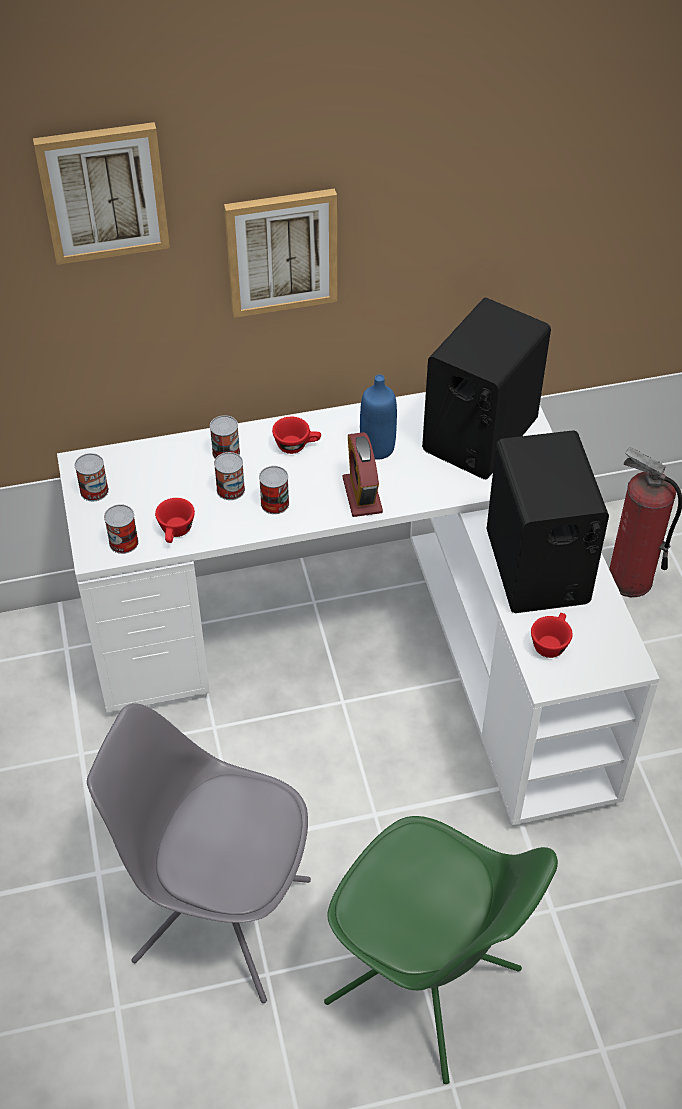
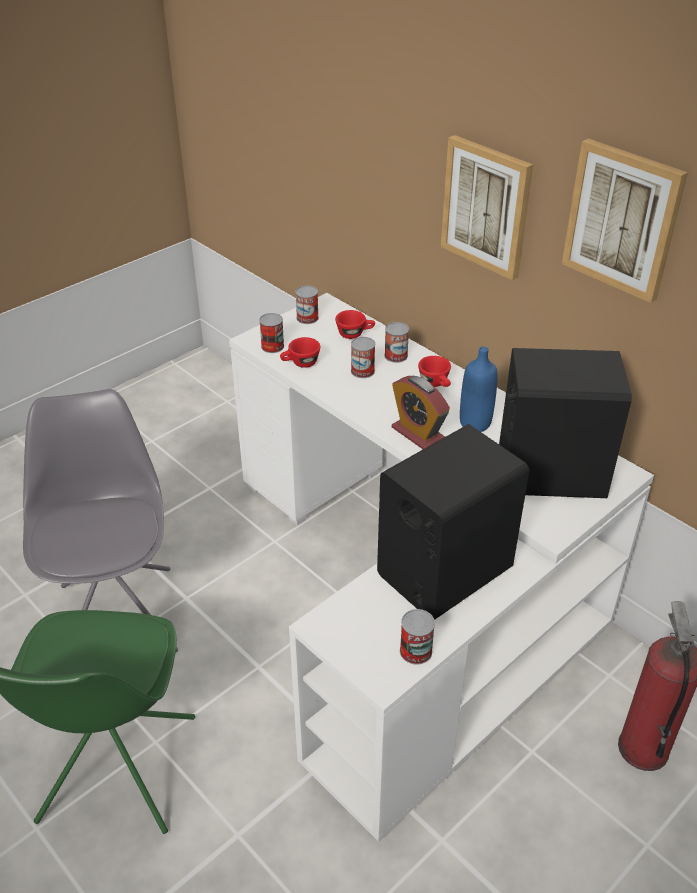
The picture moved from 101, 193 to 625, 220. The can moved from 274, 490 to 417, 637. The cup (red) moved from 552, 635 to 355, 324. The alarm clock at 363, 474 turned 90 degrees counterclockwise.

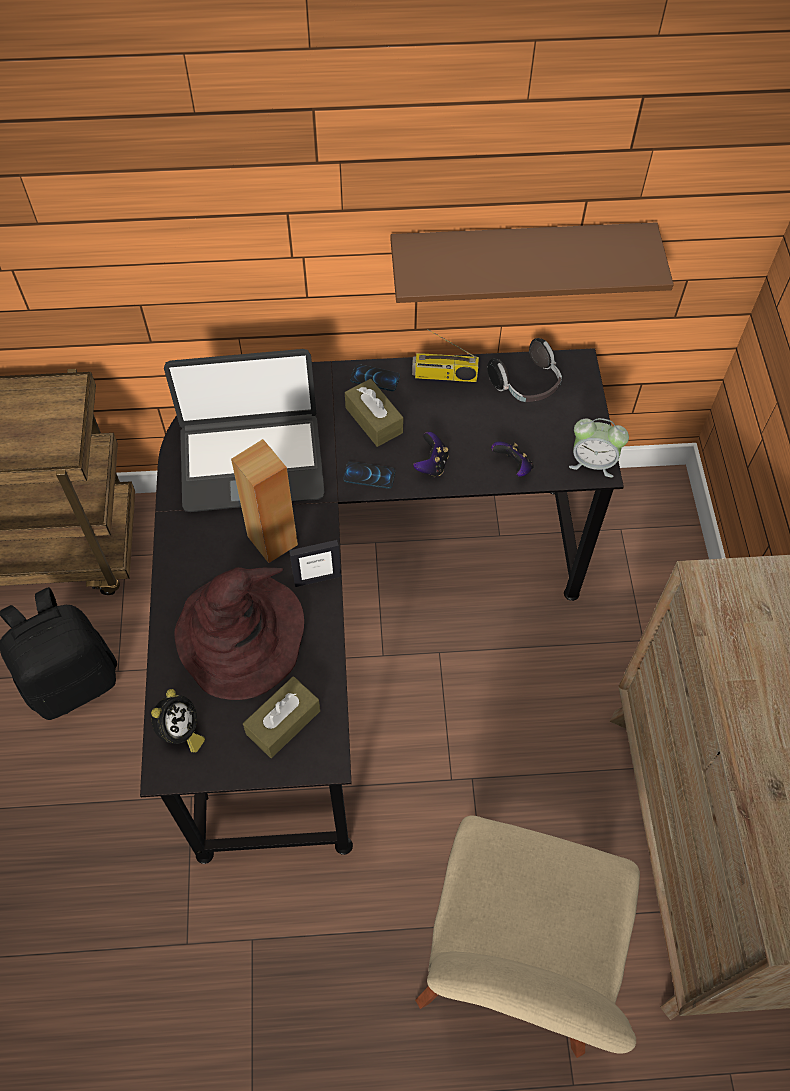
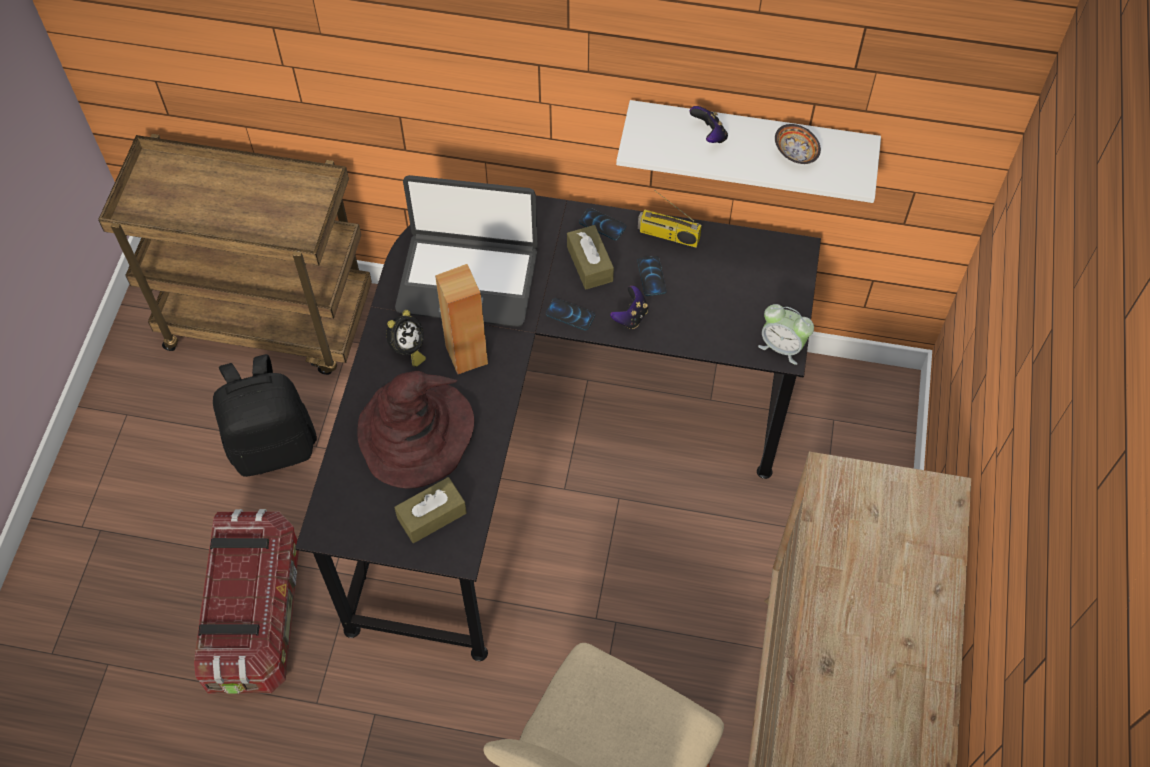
The picture frame at 315, 563 disappeared. The headphones at 524, 370 disappeared. The storage box at 246, 601 appeared. The phone at 651, 276 appeared. The bowl at 798, 144 appeared. The alarm clock moved from 178, 721 to 406, 338. The game controller moved from 512, 459 to 708, 124. The shelf (brown) at 532, 262 became the shelf (white) at 748, 151.

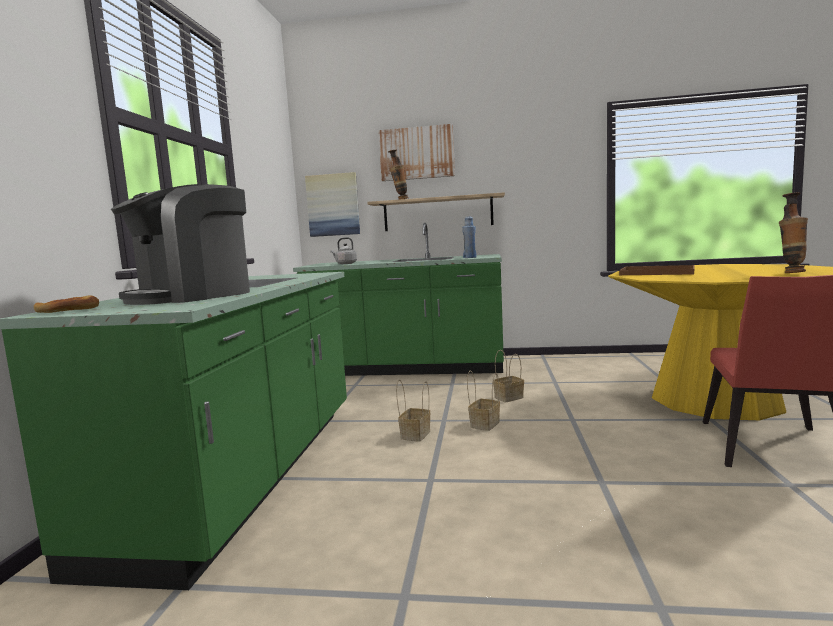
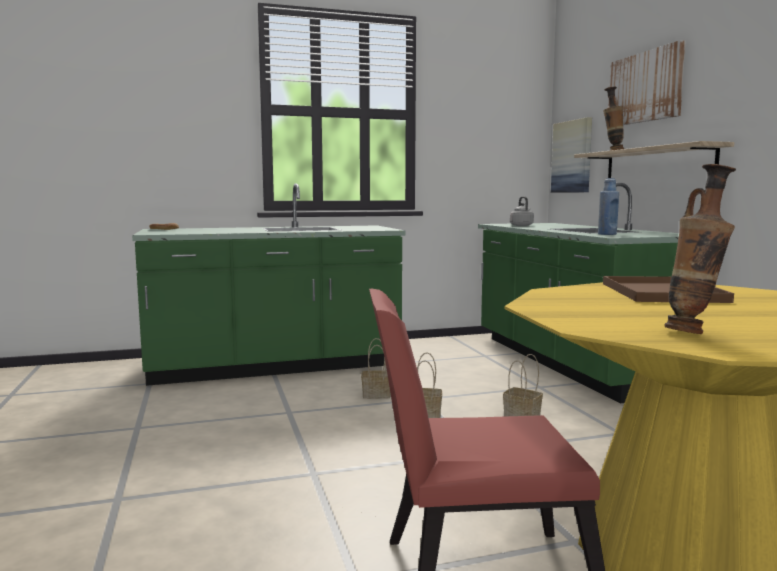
The coffee machine at 180, 244 disappeared.

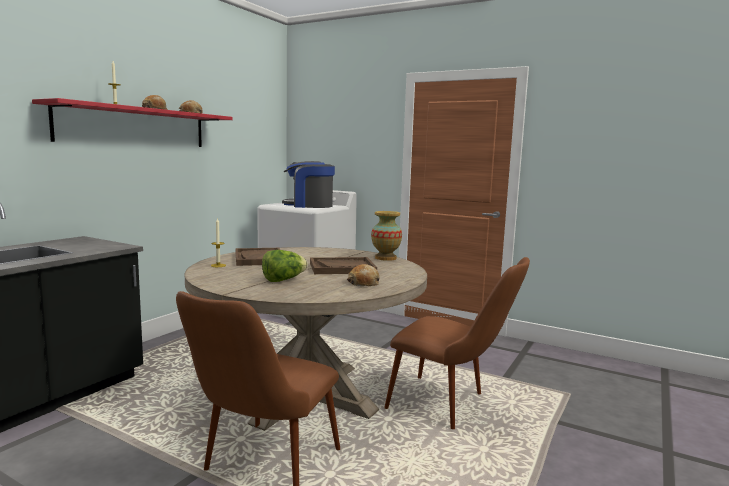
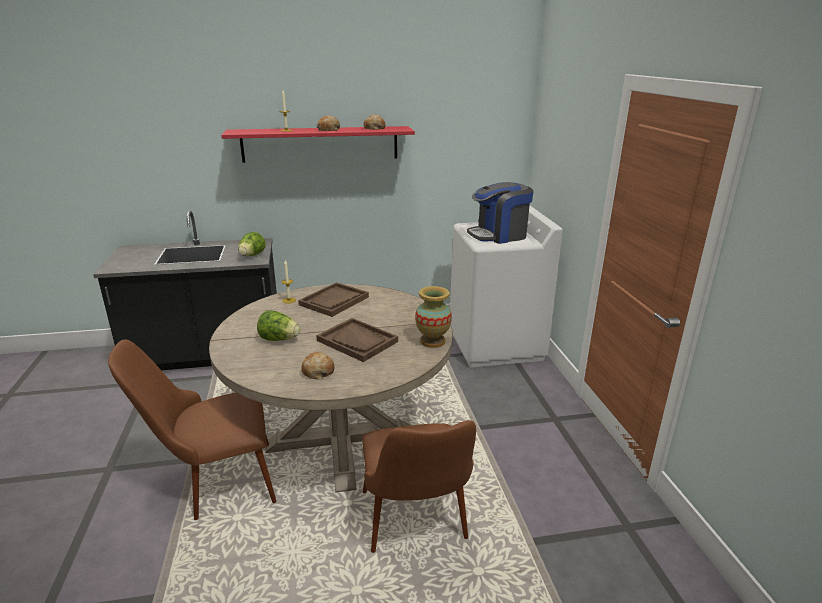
The lettuce at 252, 244 appeared. The coffee machine at 308, 184 turned 75 degrees counterclockwise.

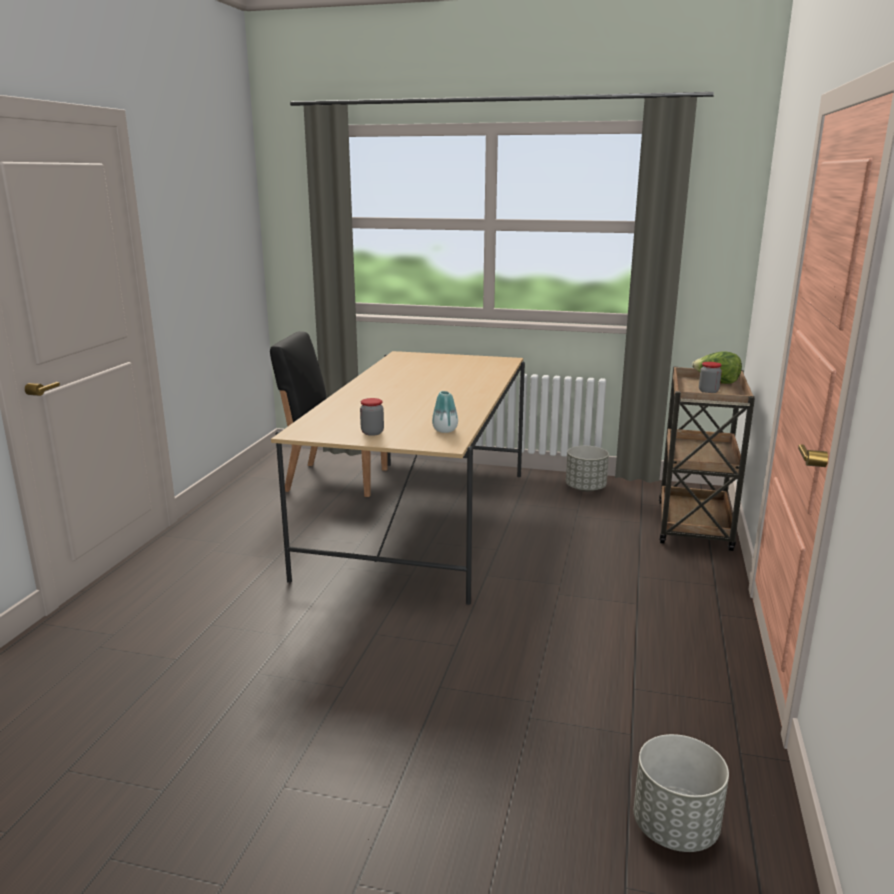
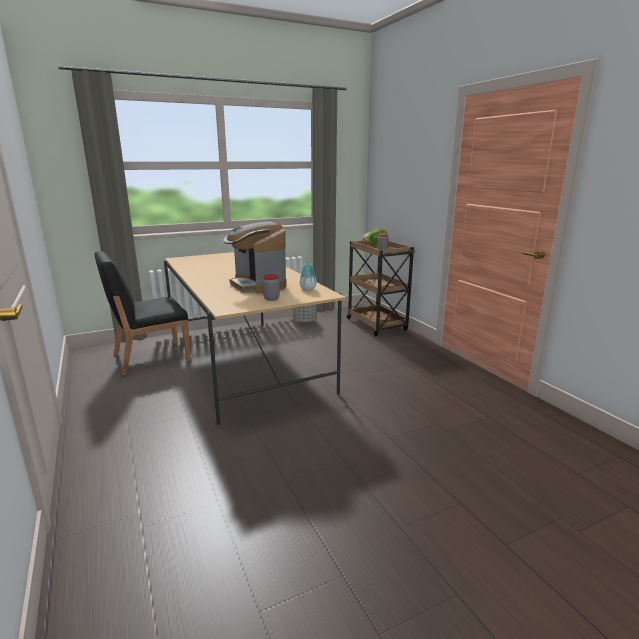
The planter (grey) at 681, 793 disappeared. The coffee machine at 255, 258 appeared.

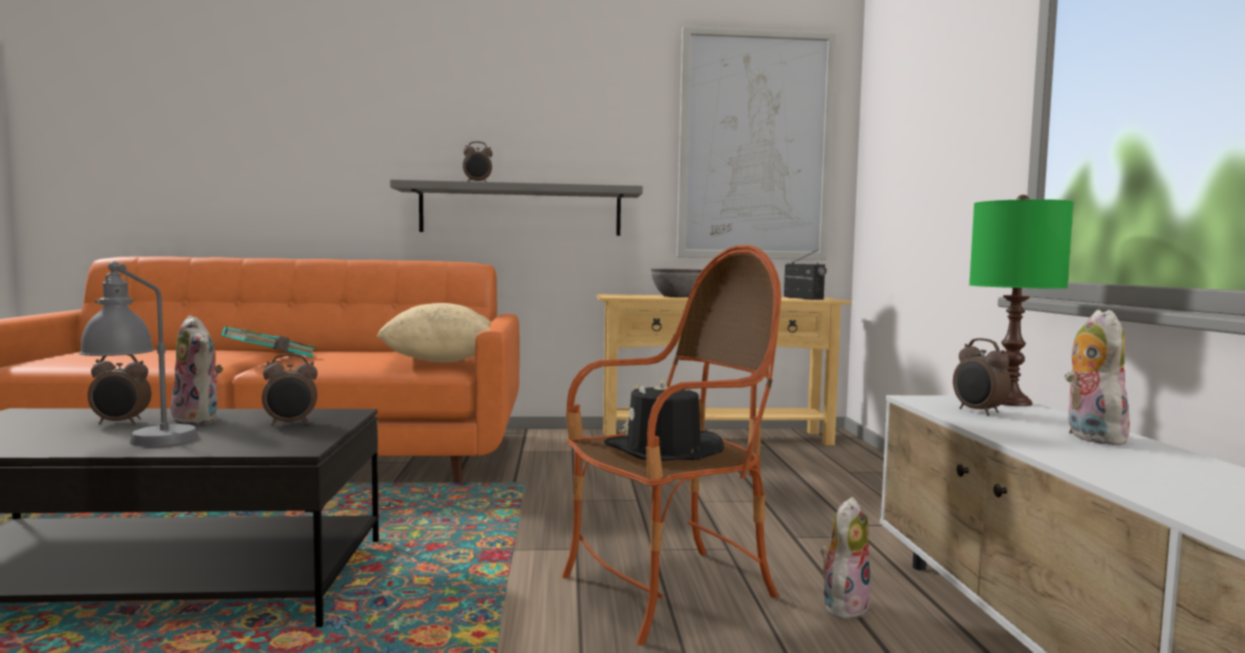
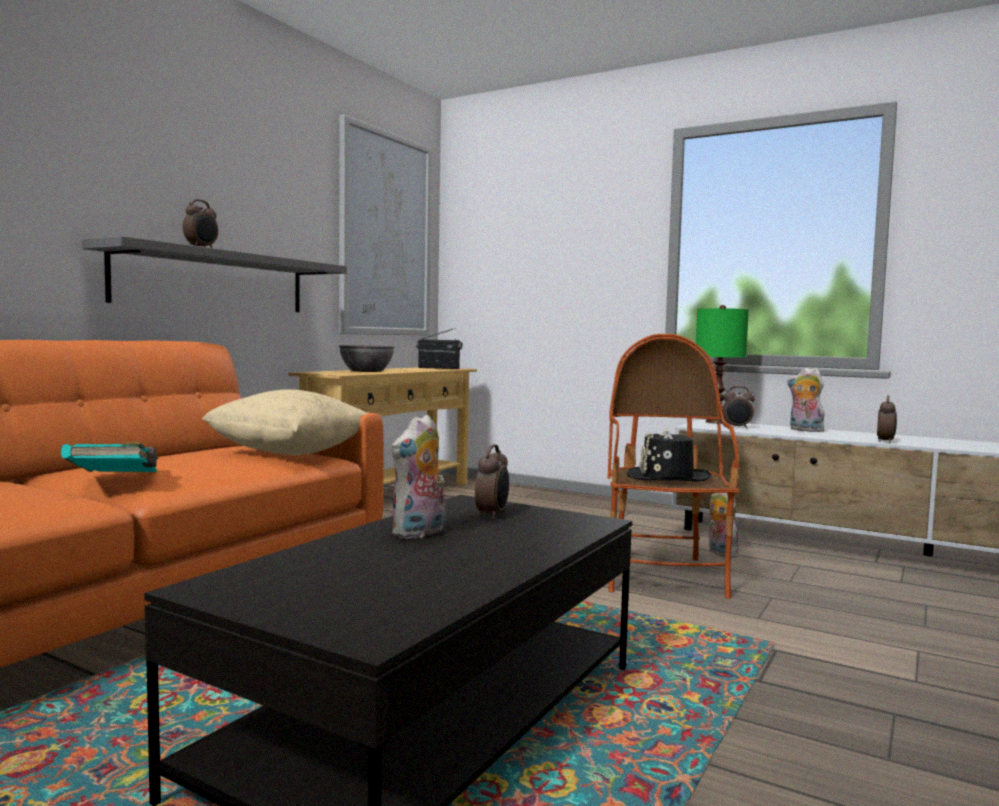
The table lamp (grey) at 139, 353 disappeared. The alarm clock moved from 119, 389 to 887, 419. The plush toy at 197, 370 turned 135 degrees clockwise.

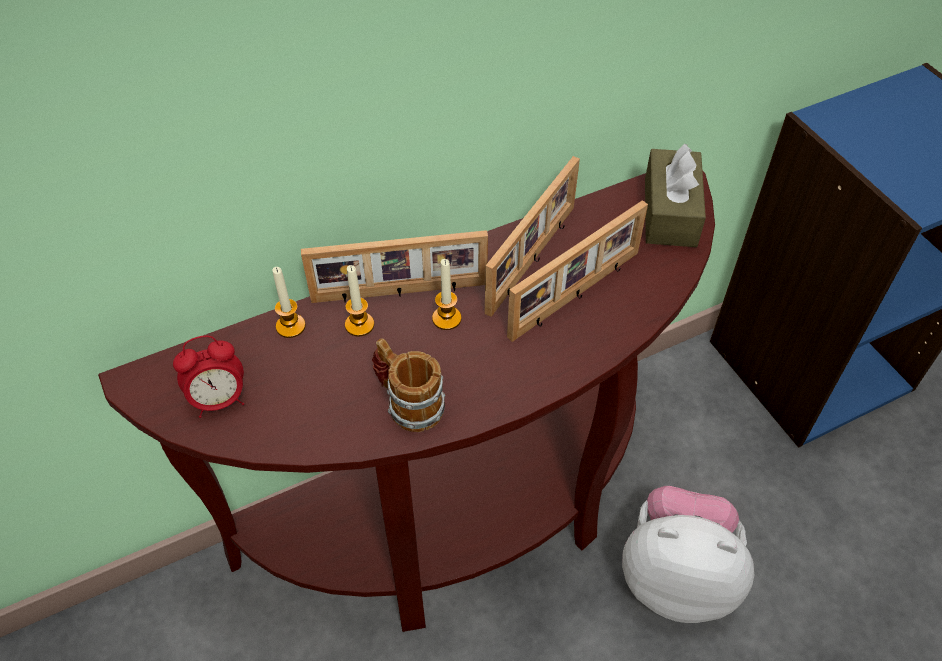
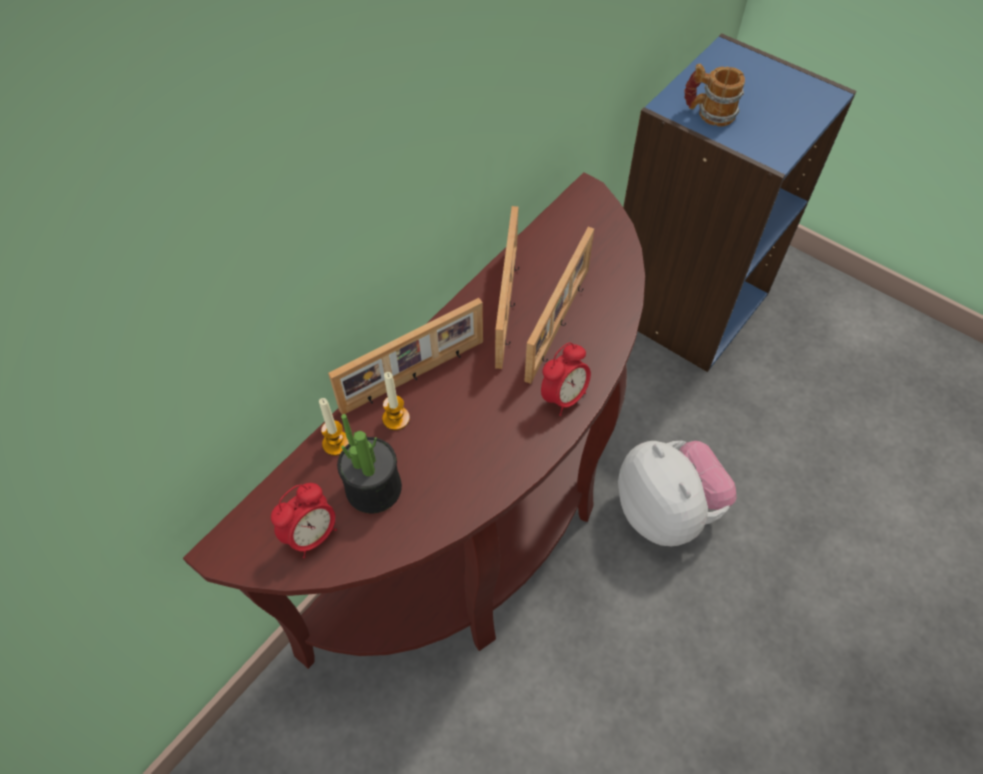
The candle at 446, 294 disappeared. The tissue box (brown) at 675, 195 disappeared. The potted plant at 369, 463 appeared. The alarm clock at 566, 379 appeared. The mug moved from 408, 385 to 714, 95. The plush toy at 688, 554 turned 75 degrees clockwise.

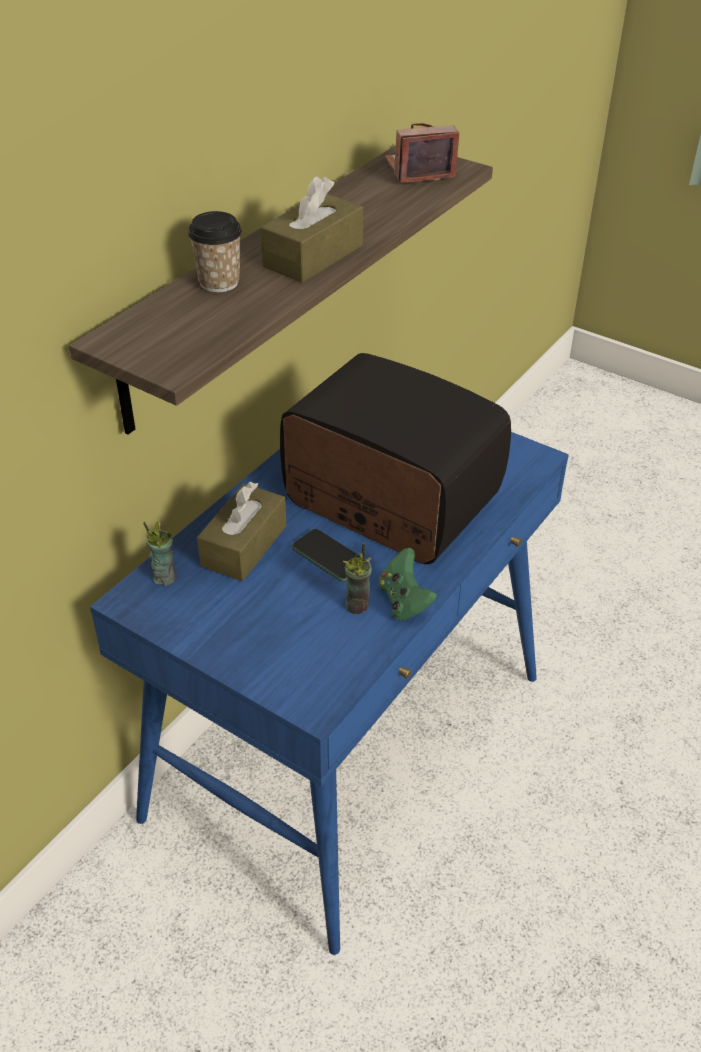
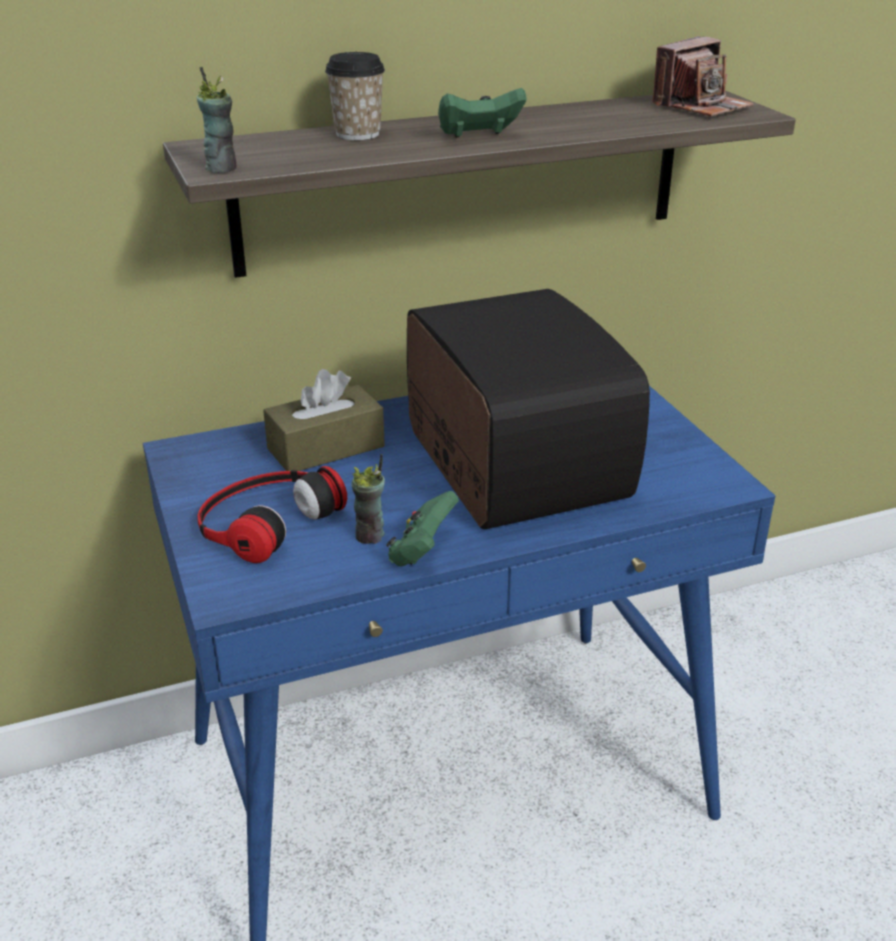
The phone at 325, 555 disappeared. The headphones at 272, 514 appeared. The cup moved from 160, 554 to 217, 120. The tissue box (brown) at 311, 230 was replaced by the game controller (green) at 482, 113. The photo camera at 422, 153 turned 120 degrees clockwise.

